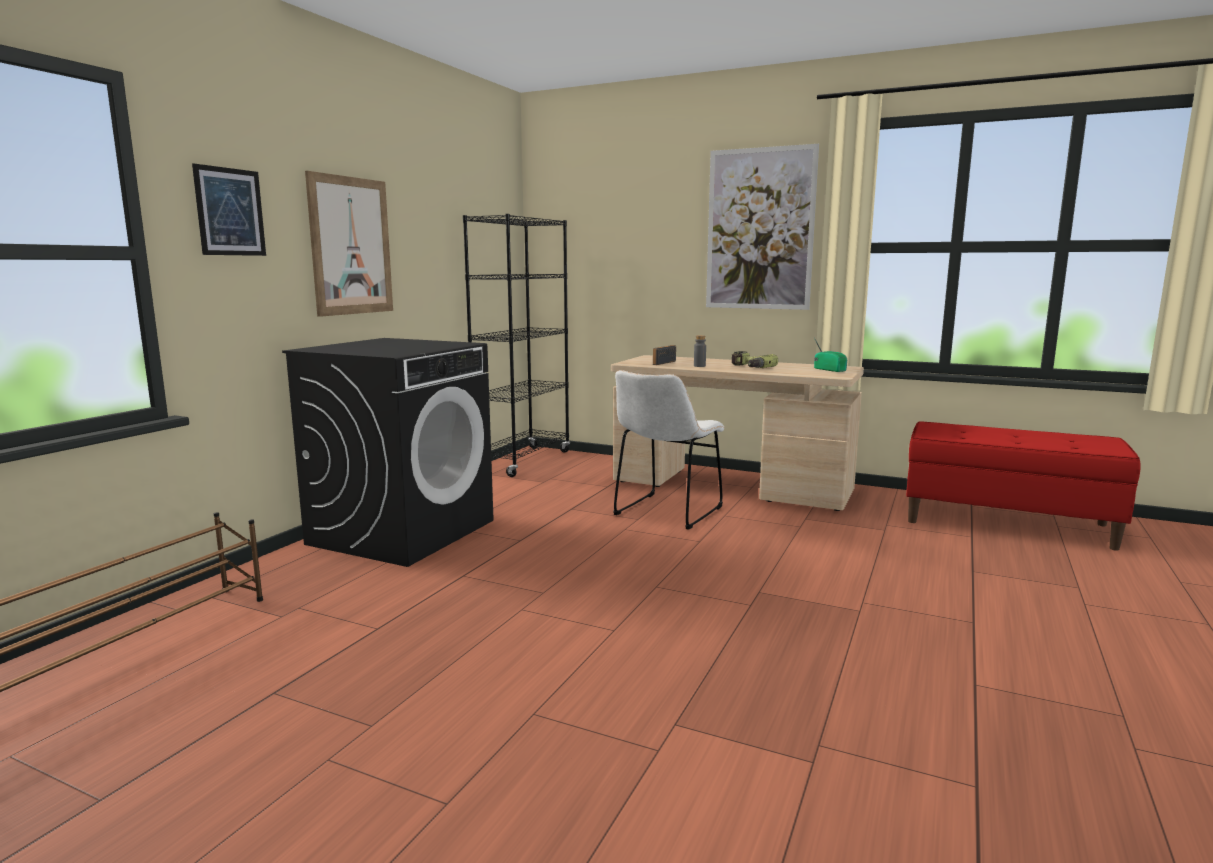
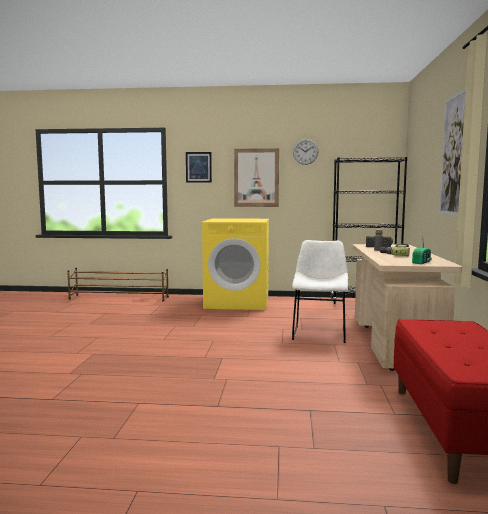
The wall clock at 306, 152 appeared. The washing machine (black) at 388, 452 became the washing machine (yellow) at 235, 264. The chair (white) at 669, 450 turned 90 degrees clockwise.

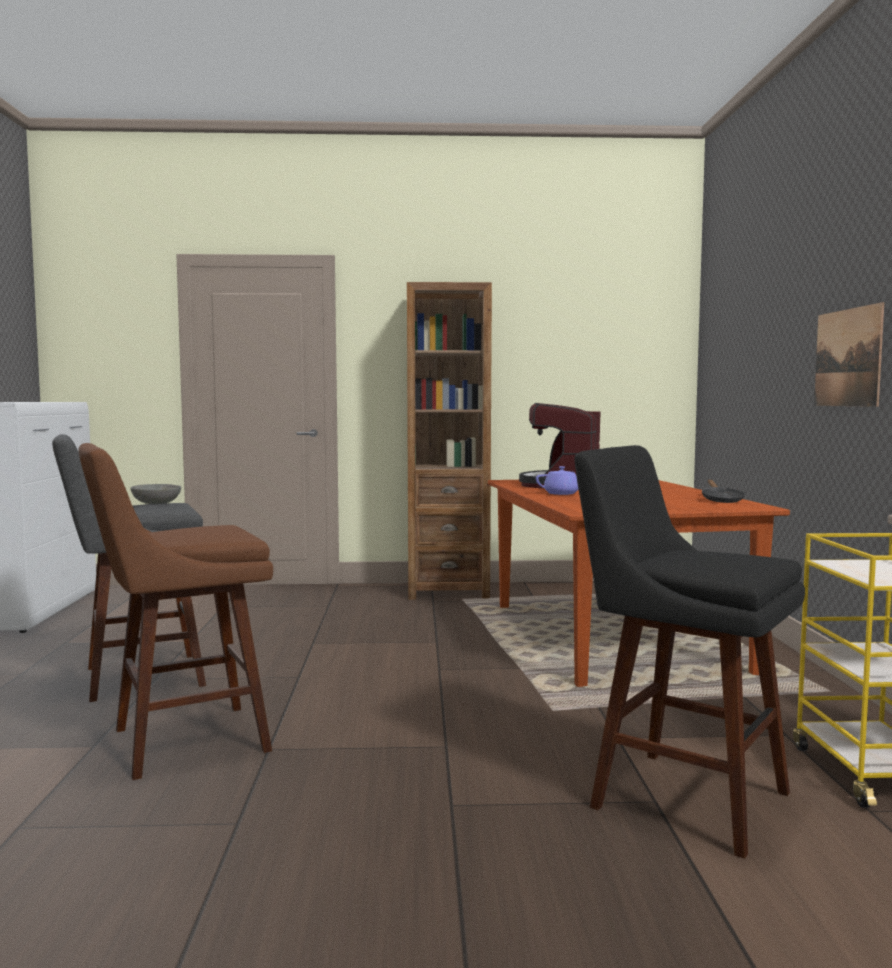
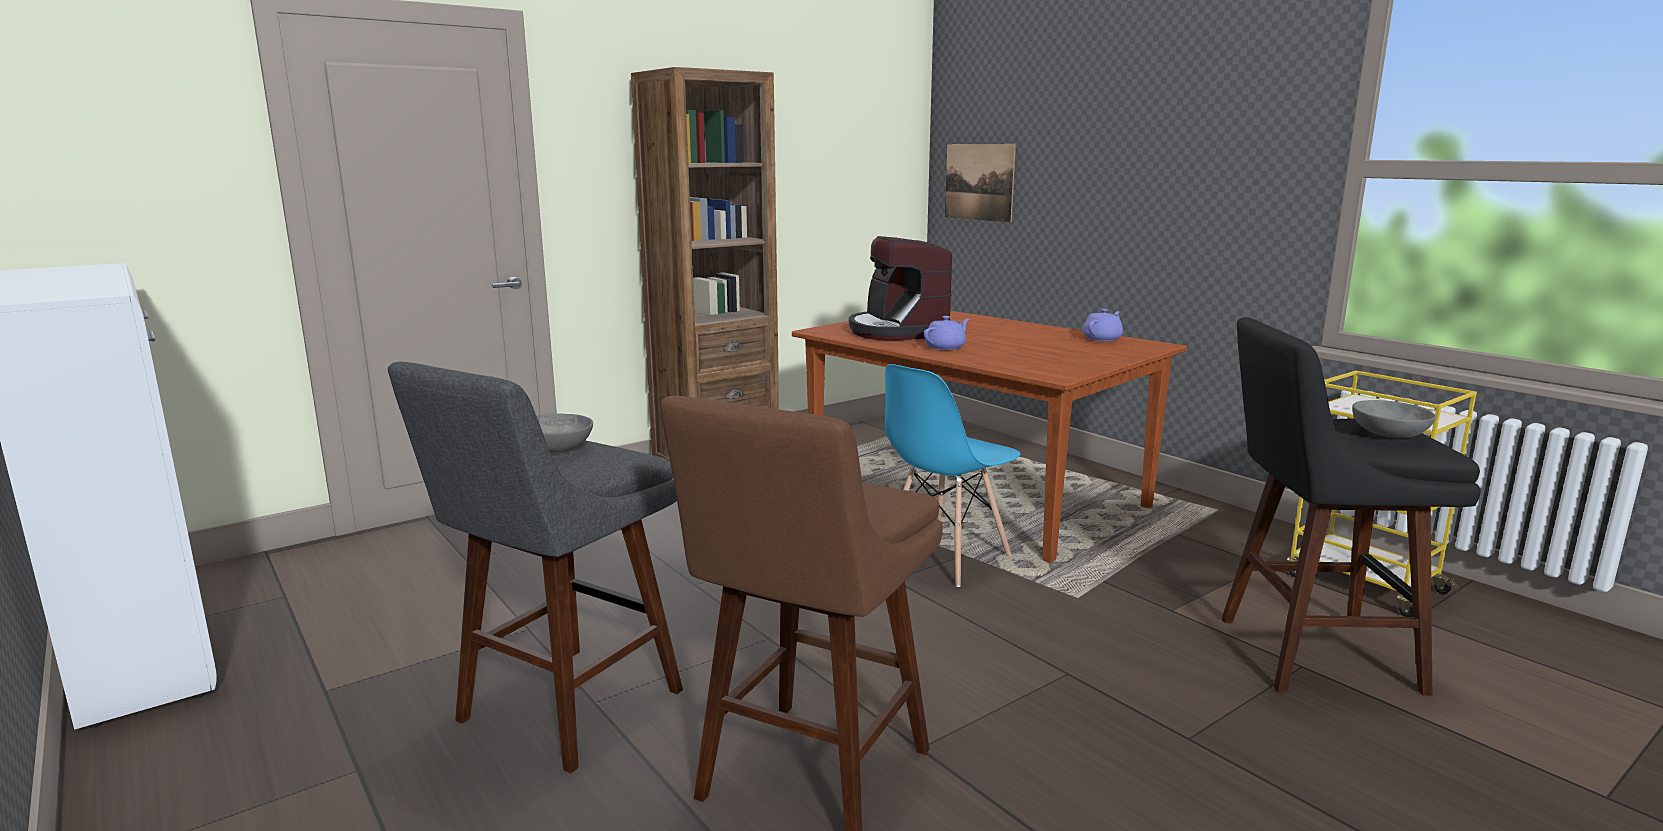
The chair (blue) at 953, 475 appeared. The bowl (grey) at 1394, 419 appeared. The picture moved from 849, 354 to 980, 183. The frying pan (black) at 723, 491 was replaced by the teapot (purple) at 1103, 325.

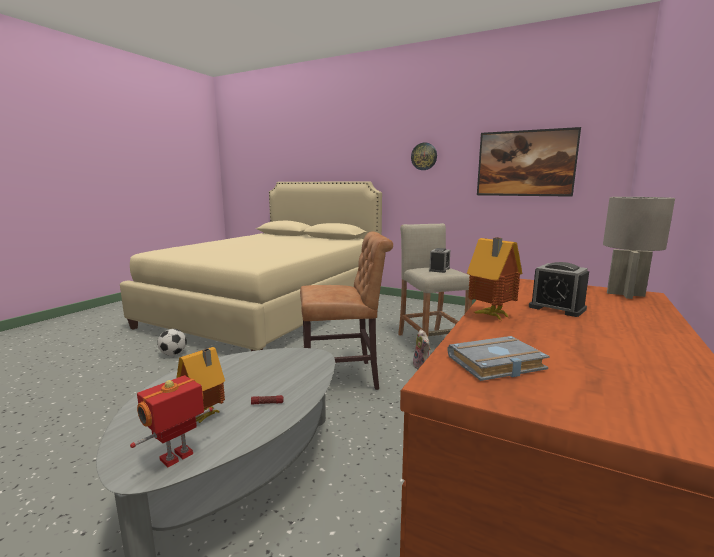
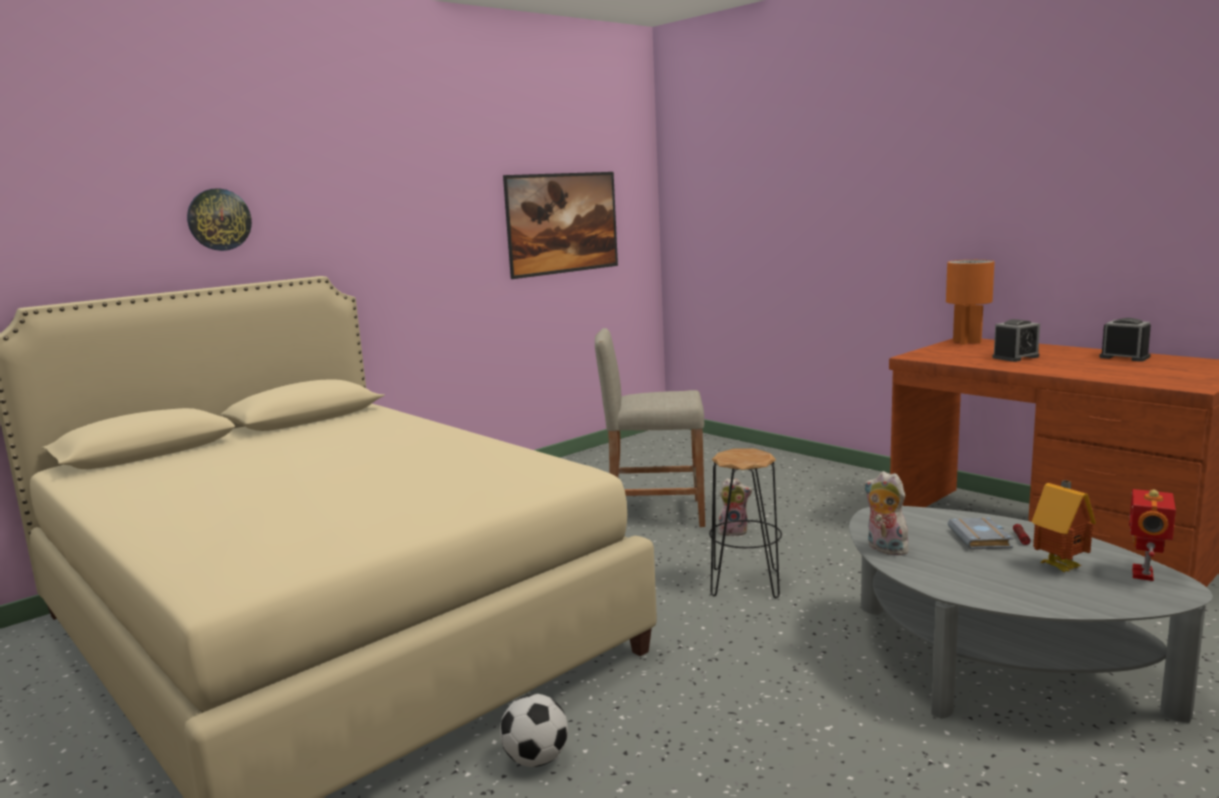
The toy house at 494, 279 disappeared. The plush toy at 889, 513 appeared. The wall clock moved from 424, 156 to 219, 219. The alarm clock moved from 439, 260 to 1125, 340. The book (grey) moved from 498, 358 to 980, 533. The chair (brown) at 346, 310 was replaced by the stool (black) at 745, 523. The table lamp (grey) at 639, 248 became the table lamp (orange) at 970, 302. The toy robot at 171, 421 turned 60 degrees clockwise.

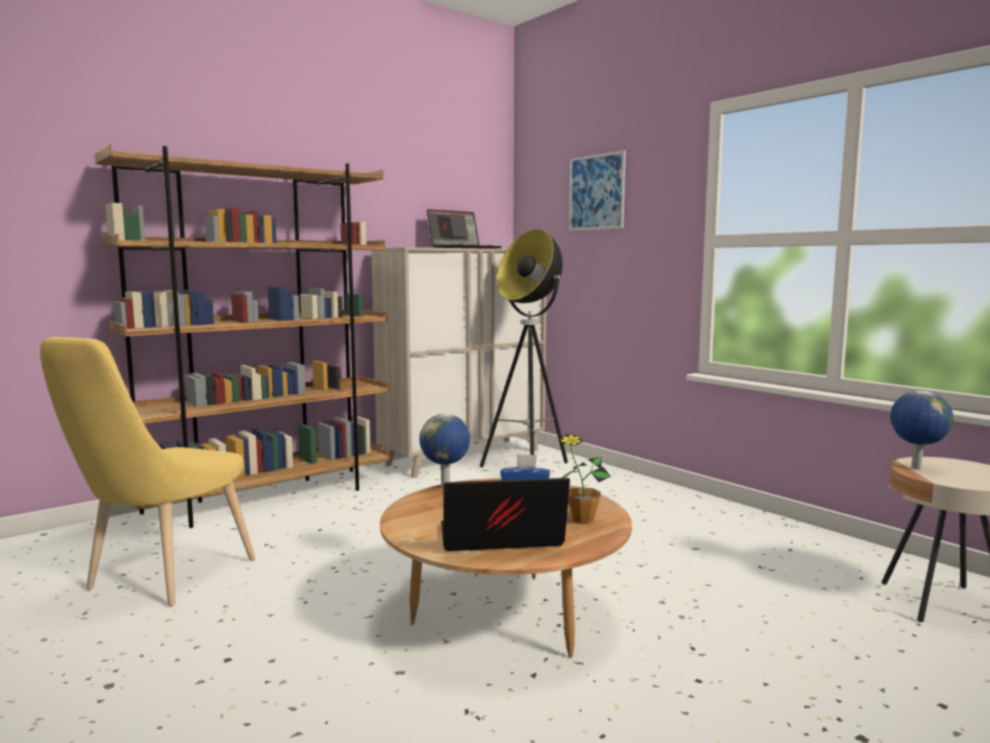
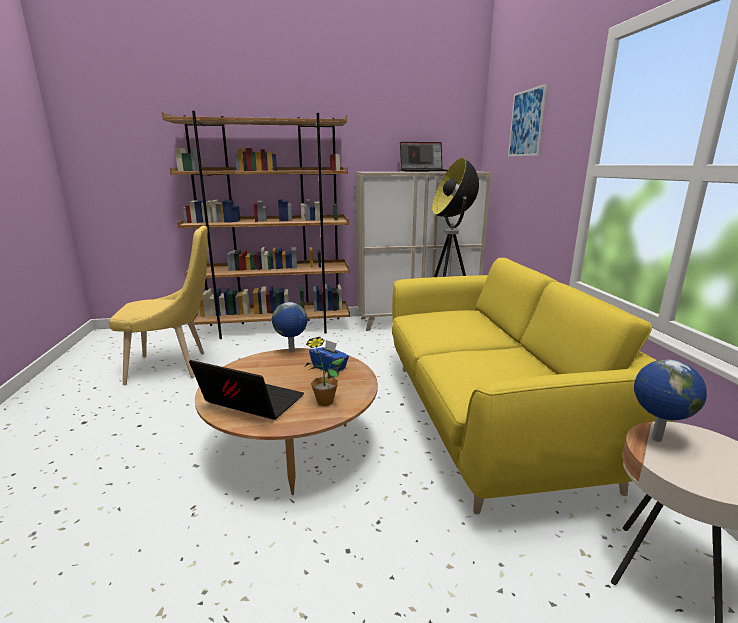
The sofa (yellow) at 533, 386 appeared. The chair (yellow) at 147, 471 turned 150 degrees counterclockwise.

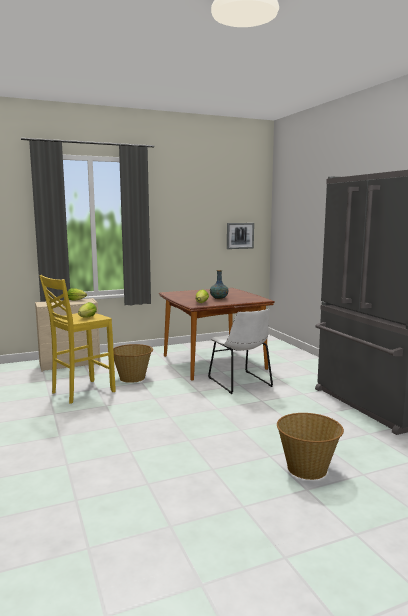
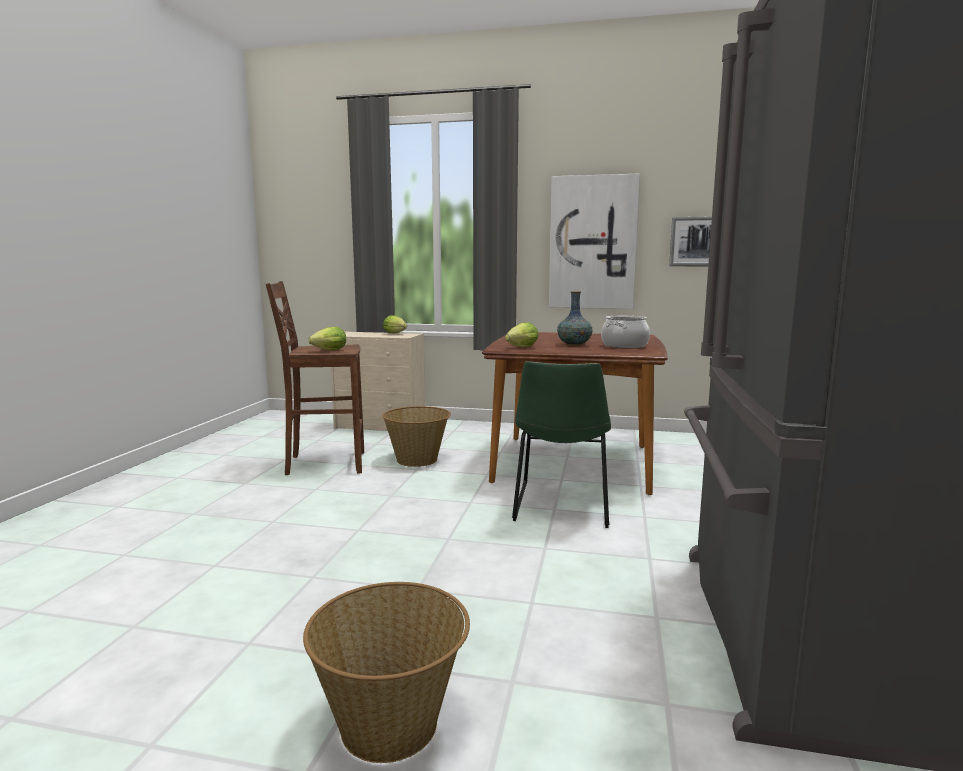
The picture at 594, 241 appeared. The cooking pot at 625, 332 appeared. The stool (yellow) at 77, 339 became the stool (brown) at 315, 378. The chair (white) at 240, 351 became the chair (green) at 561, 444.

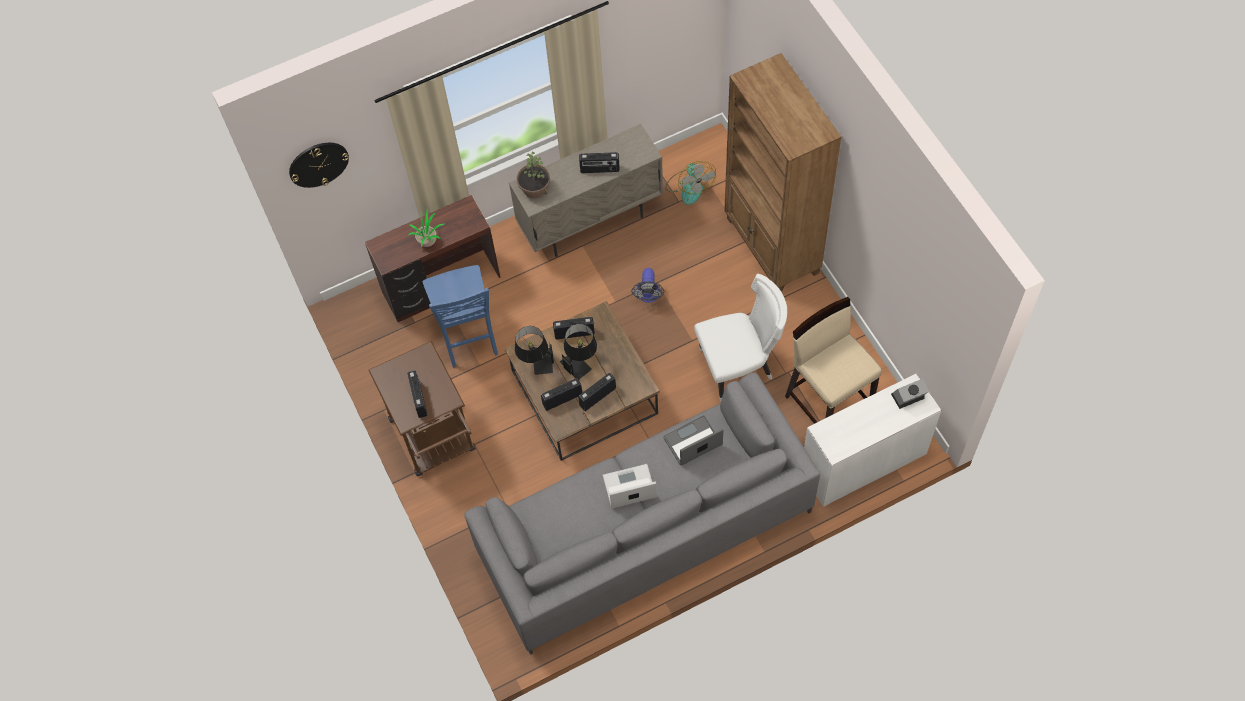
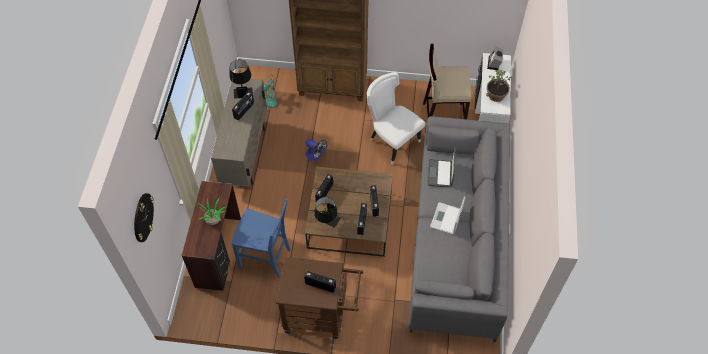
The potted plant moved from 533, 175 to 498, 86. The table lamp (black) moved from 578, 352 to 241, 79. The chair (white) at 740, 338 turned 60 degrees counterclockwise.

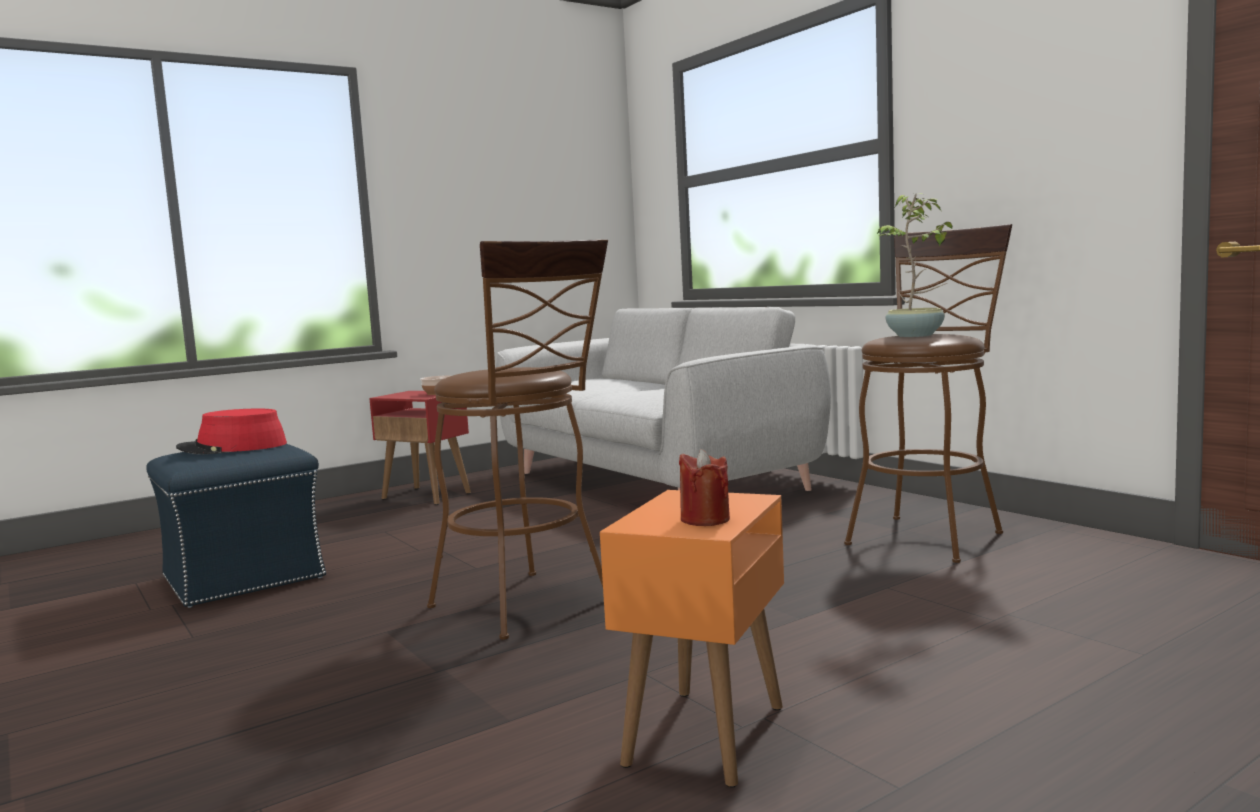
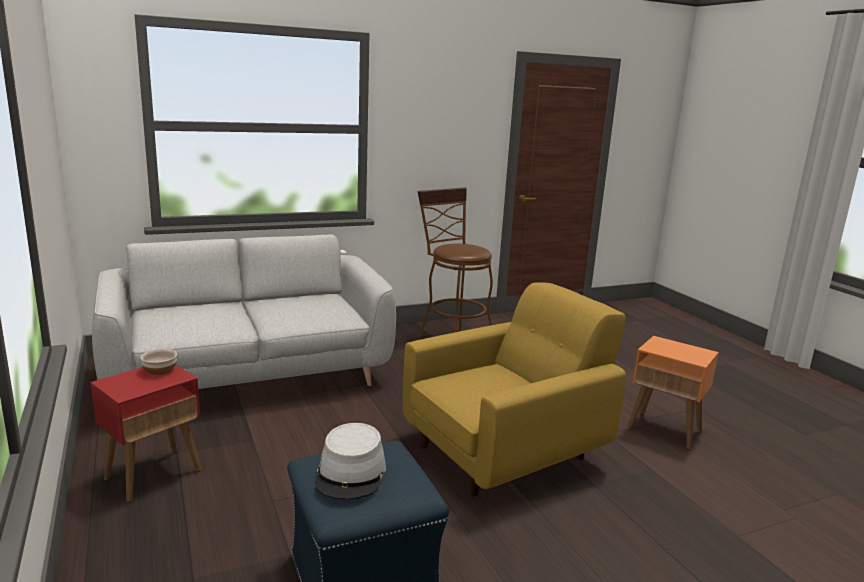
The candle (red) at 704, 487 disappeared. The potted plant at 914, 265 disappeared. The stool (brown) at 517, 439 was replaced by the armchair (yellow) at 514, 389. The hat (red) at 231, 431 became the hat (grey) at 350, 461.

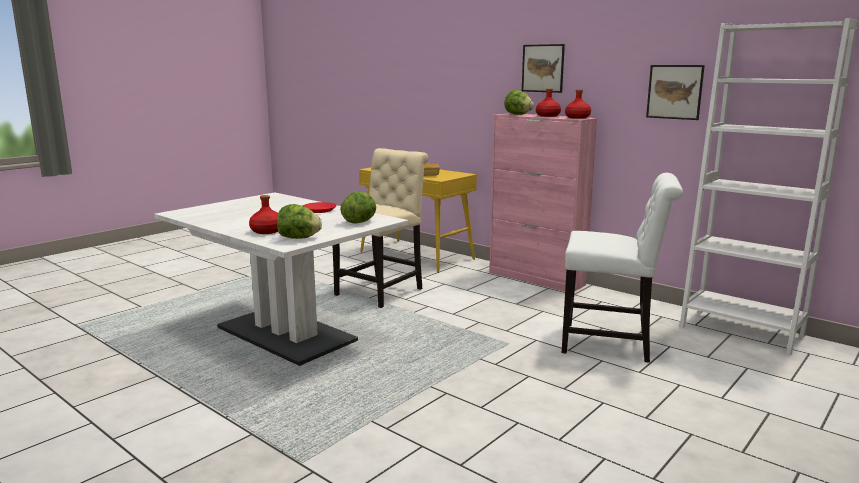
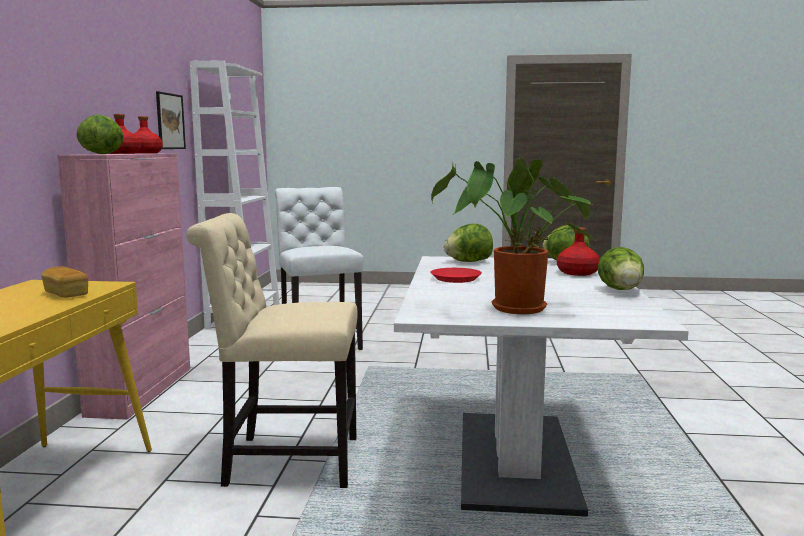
The picture at 543, 68 disappeared. The potted plant at 513, 236 appeared. The lettuce at 621, 268 appeared.

